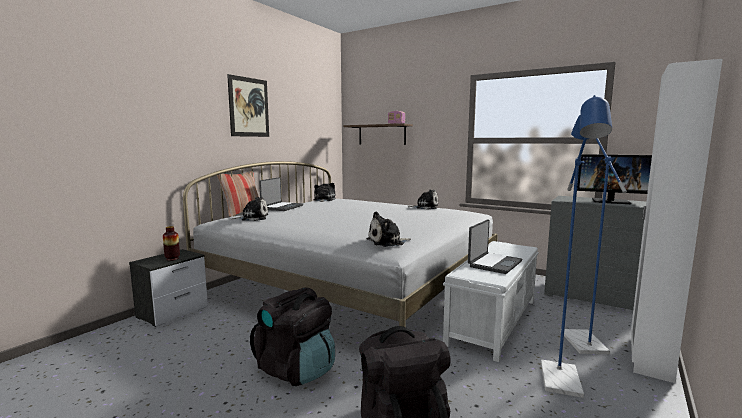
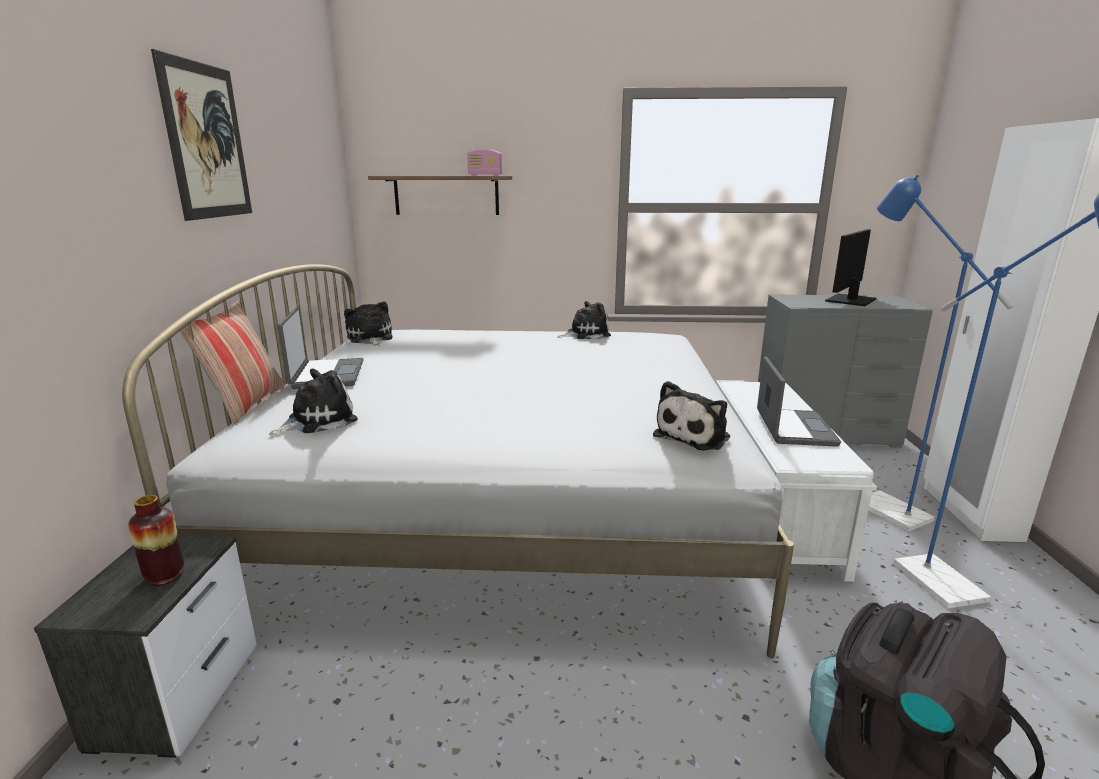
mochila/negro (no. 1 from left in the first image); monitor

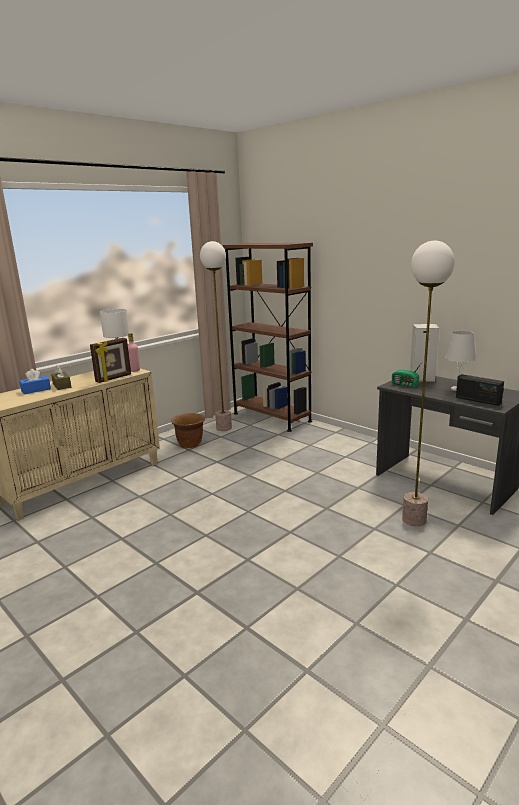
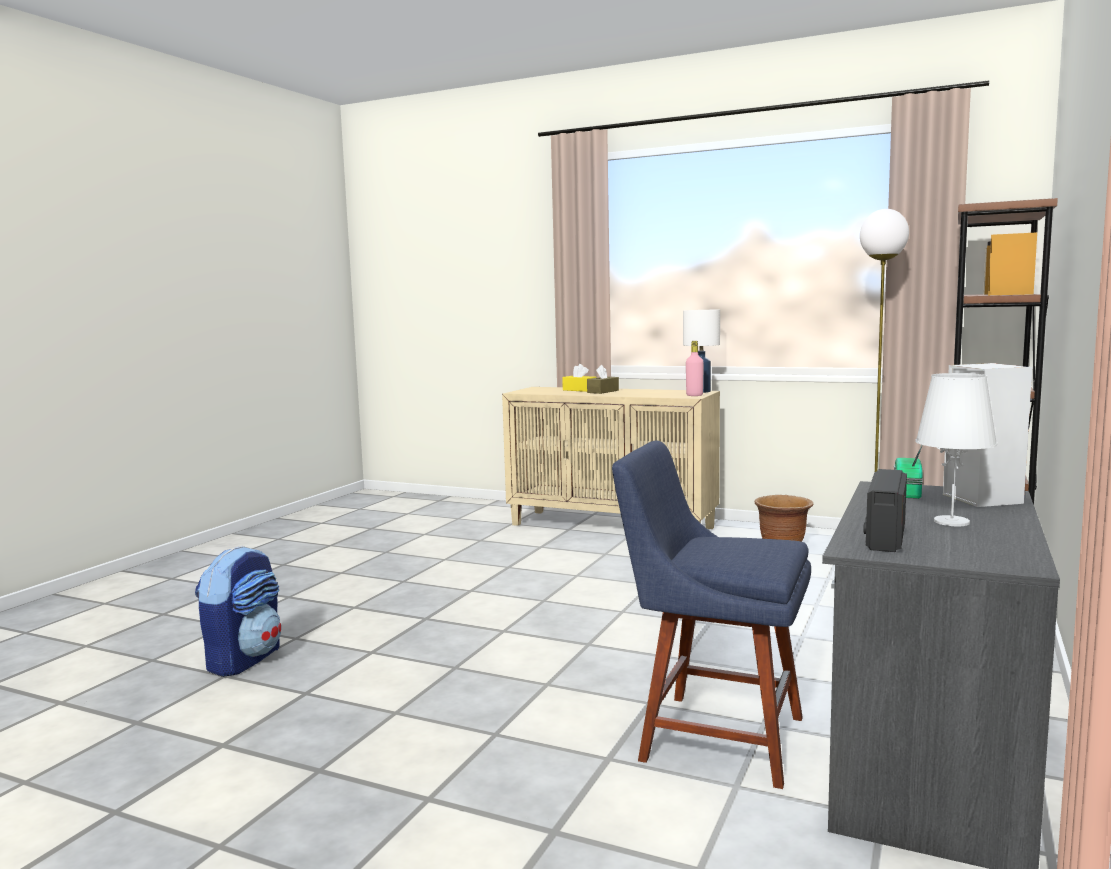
portarretratos; mochila; silla/azul; caja de pañuelos/amarillo

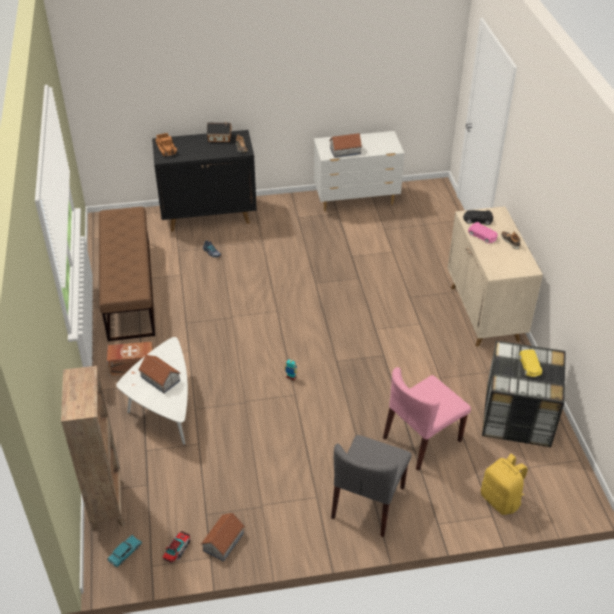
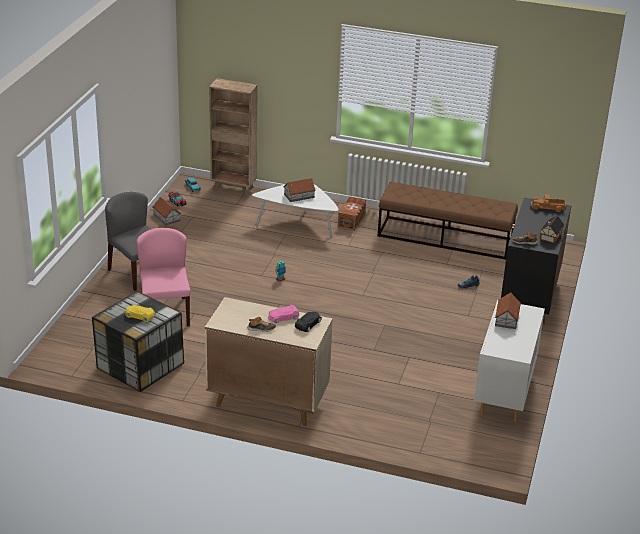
mochila/amarillo

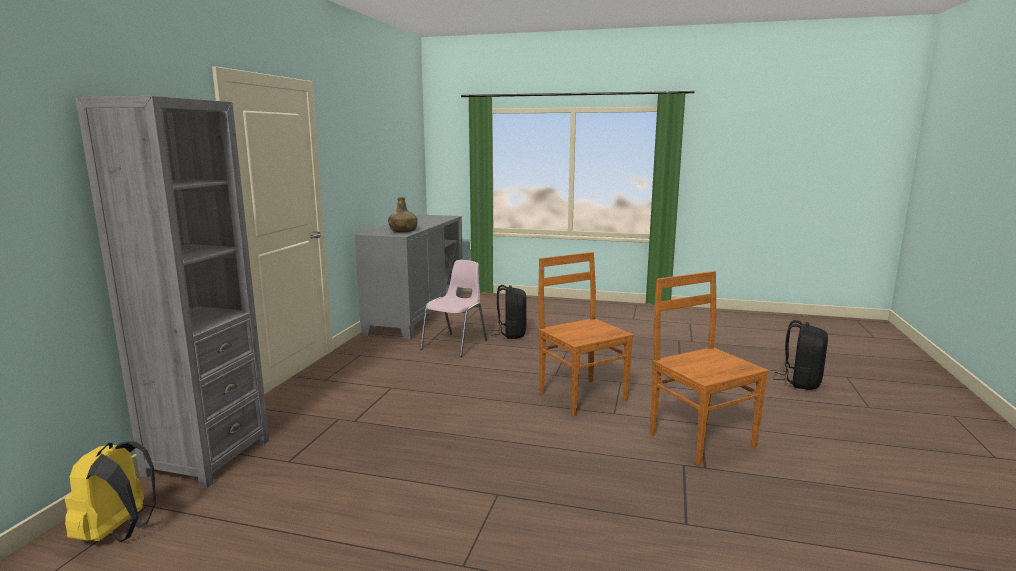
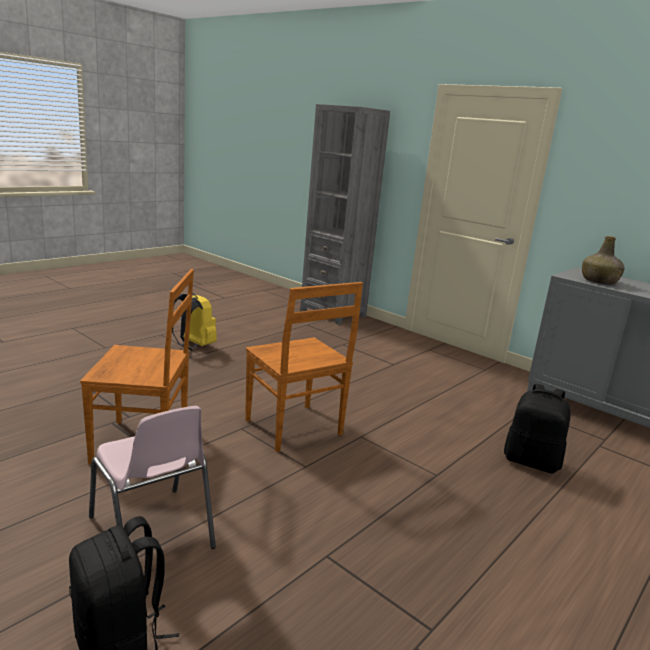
mochila/amarillo; silla/rosa; silla/marrón (no. 2 from left)

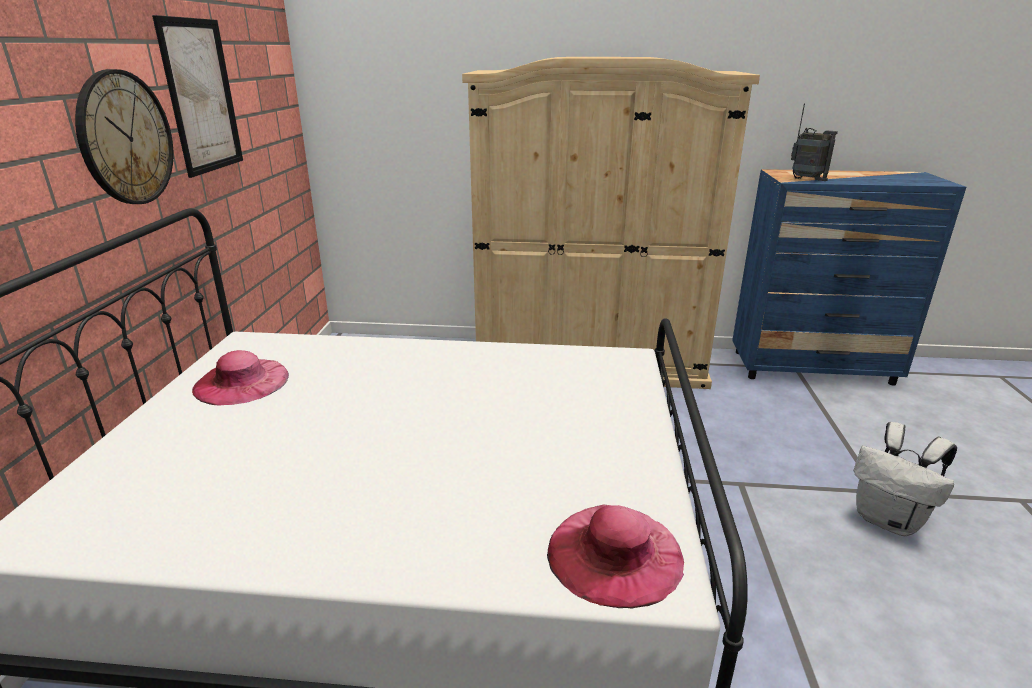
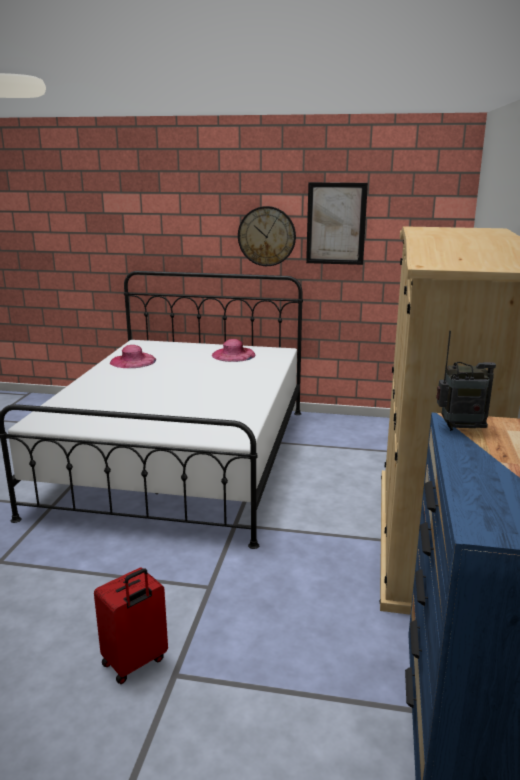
sombrero/rosa (no. 1 from left); maleta/rojo; radio

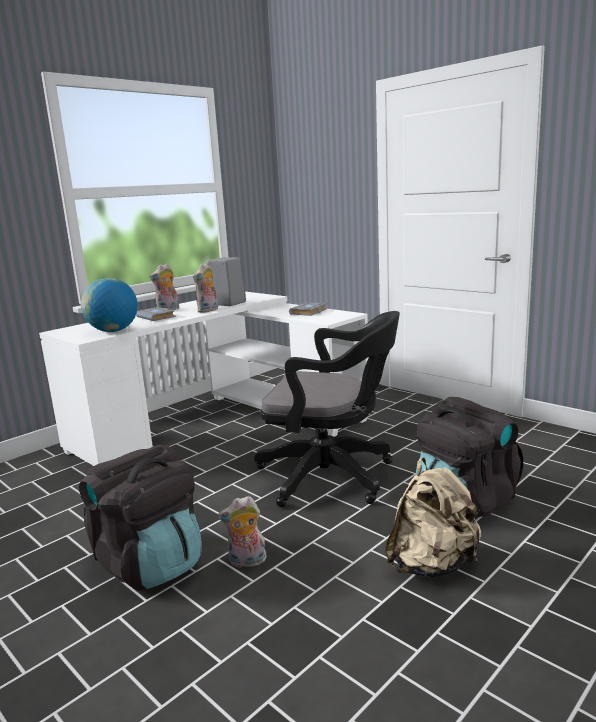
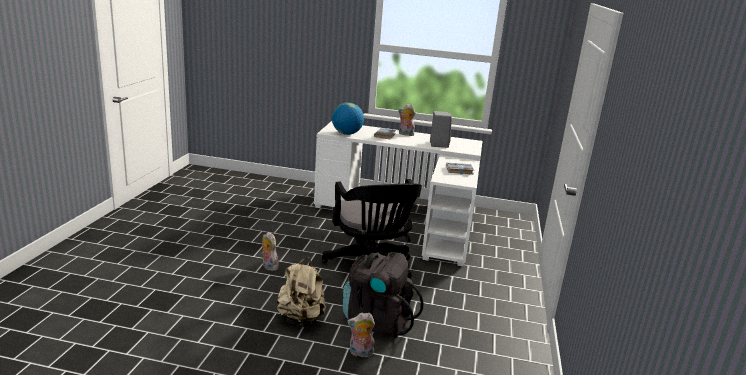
mochila/negro (no. 1 from left in the first image); peluche (no. 2 from left)

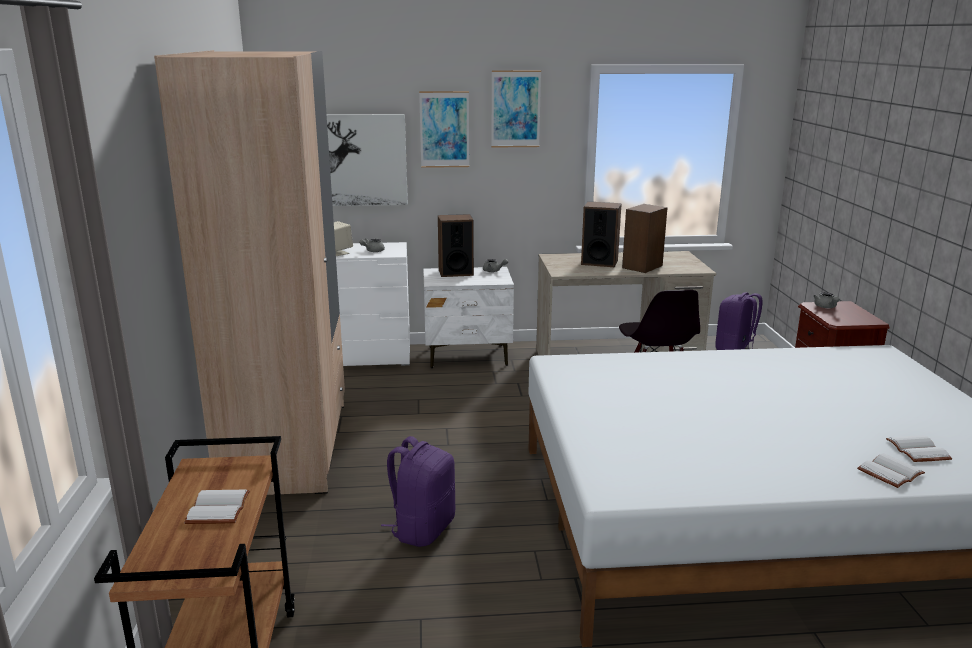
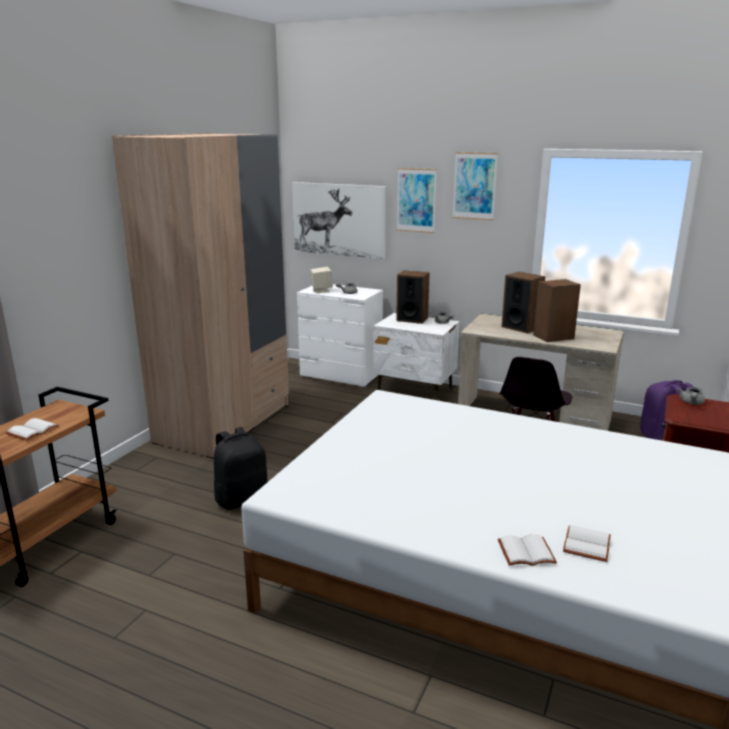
mochila/negro

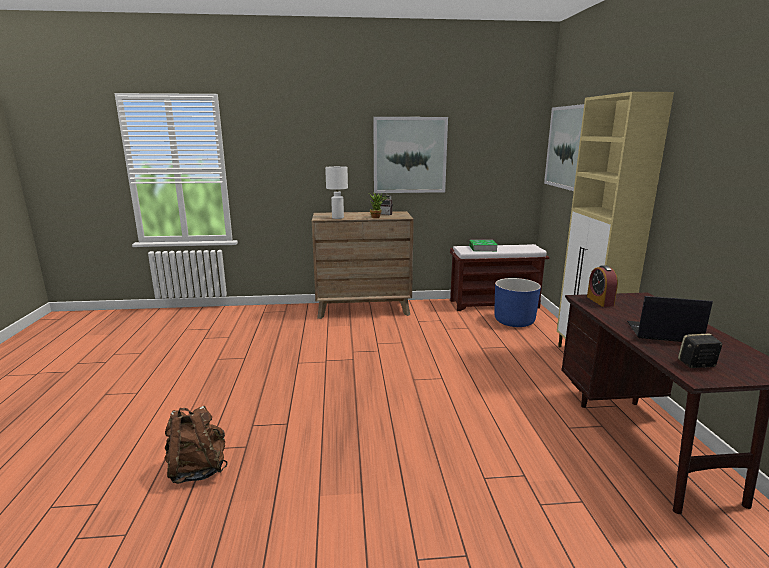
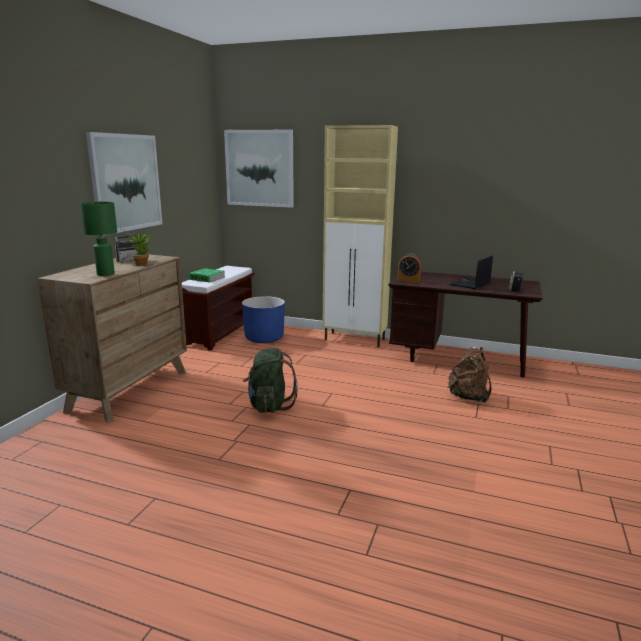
mochila/verde; mochila/marrón; lámpara de mesa/verde

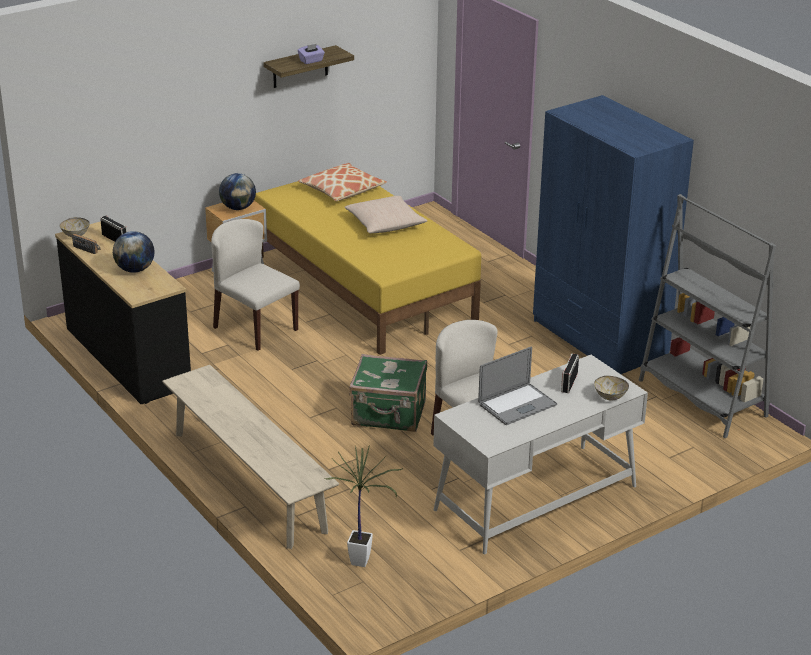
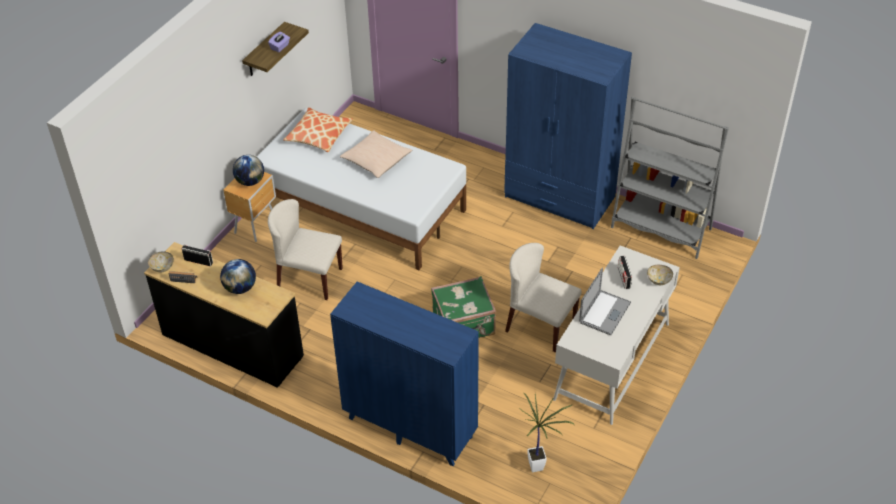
armario/azul; cama/blanco

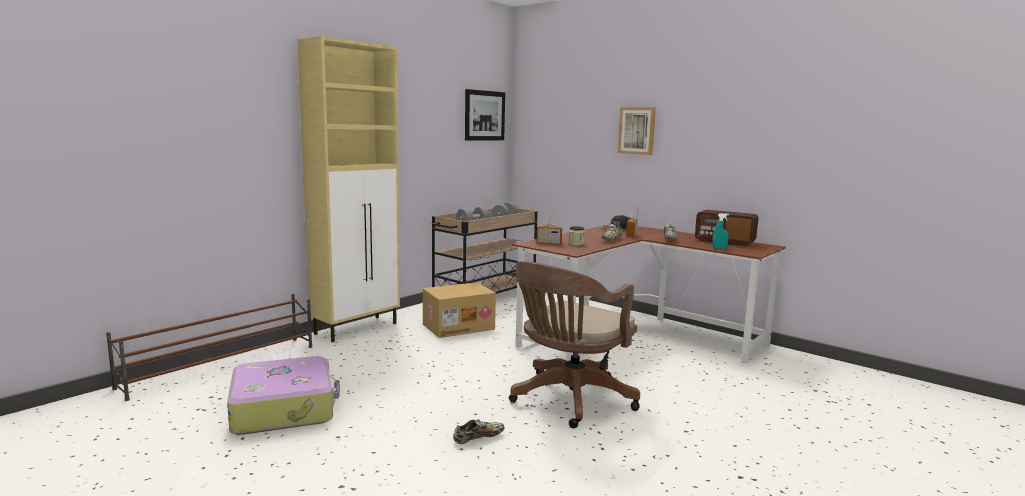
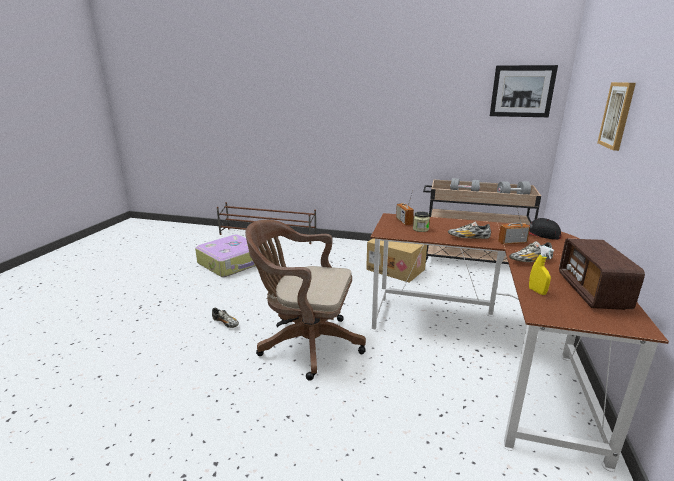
armario/beis; pulverizador/amarillo

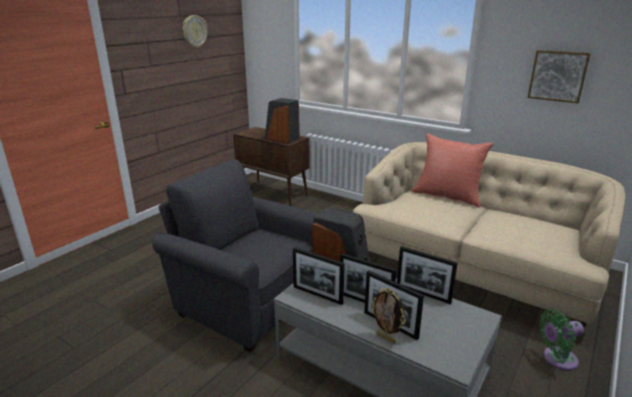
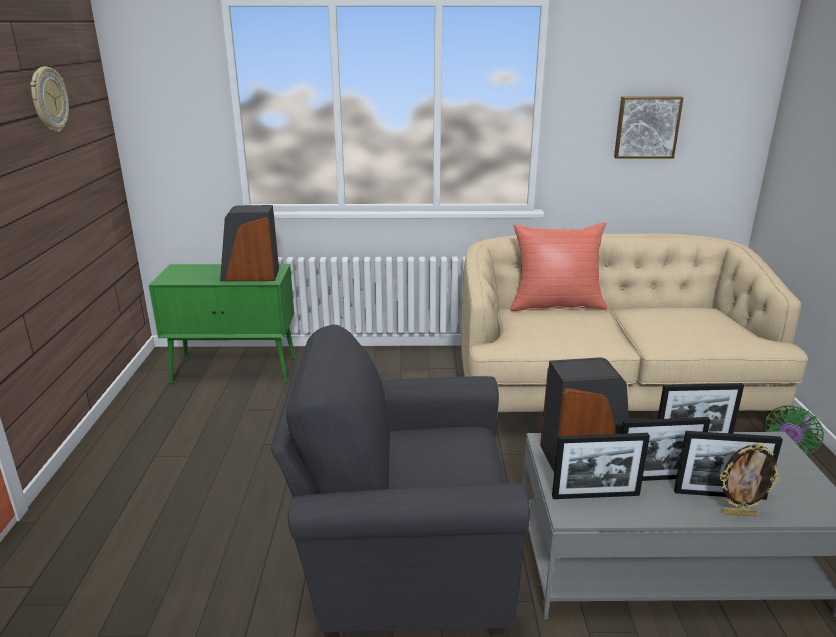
armario/verde

